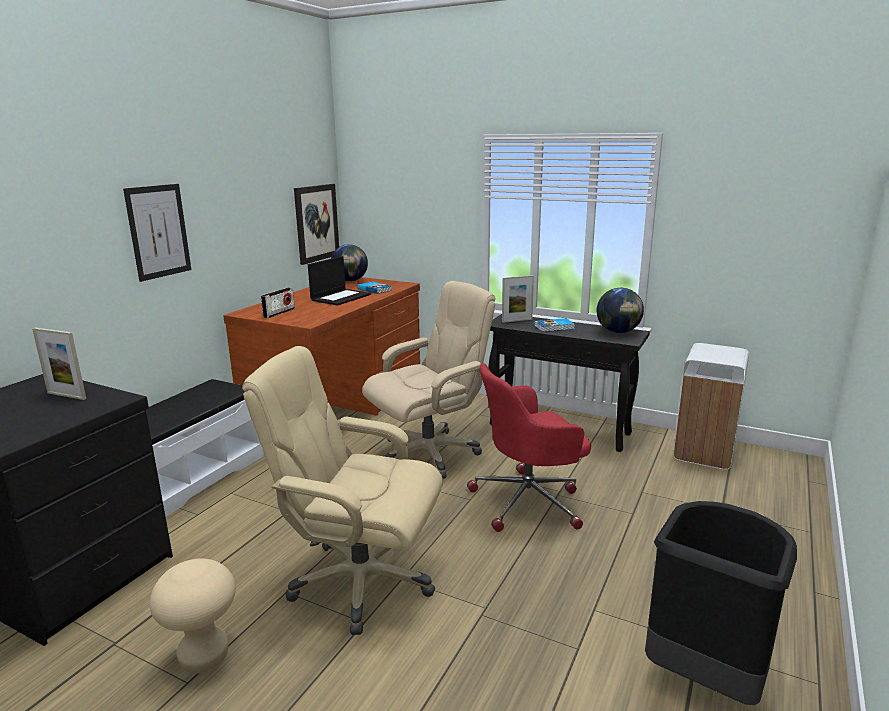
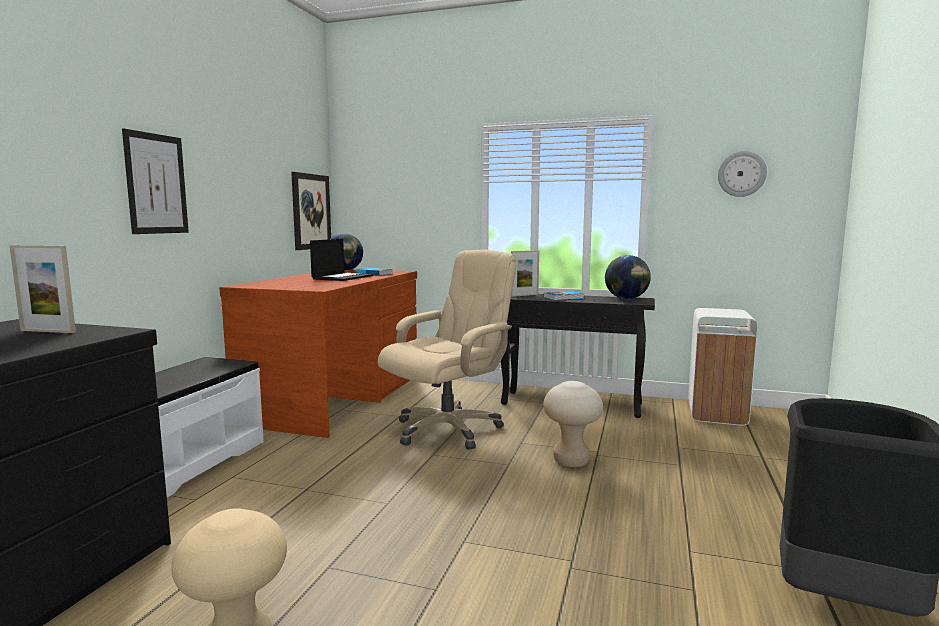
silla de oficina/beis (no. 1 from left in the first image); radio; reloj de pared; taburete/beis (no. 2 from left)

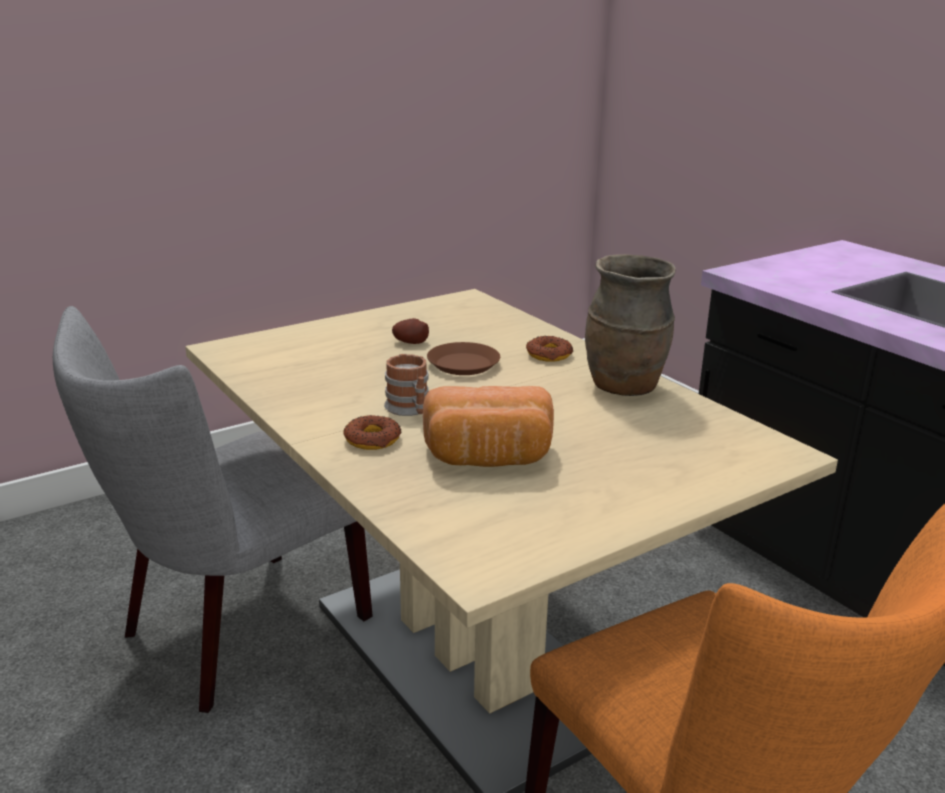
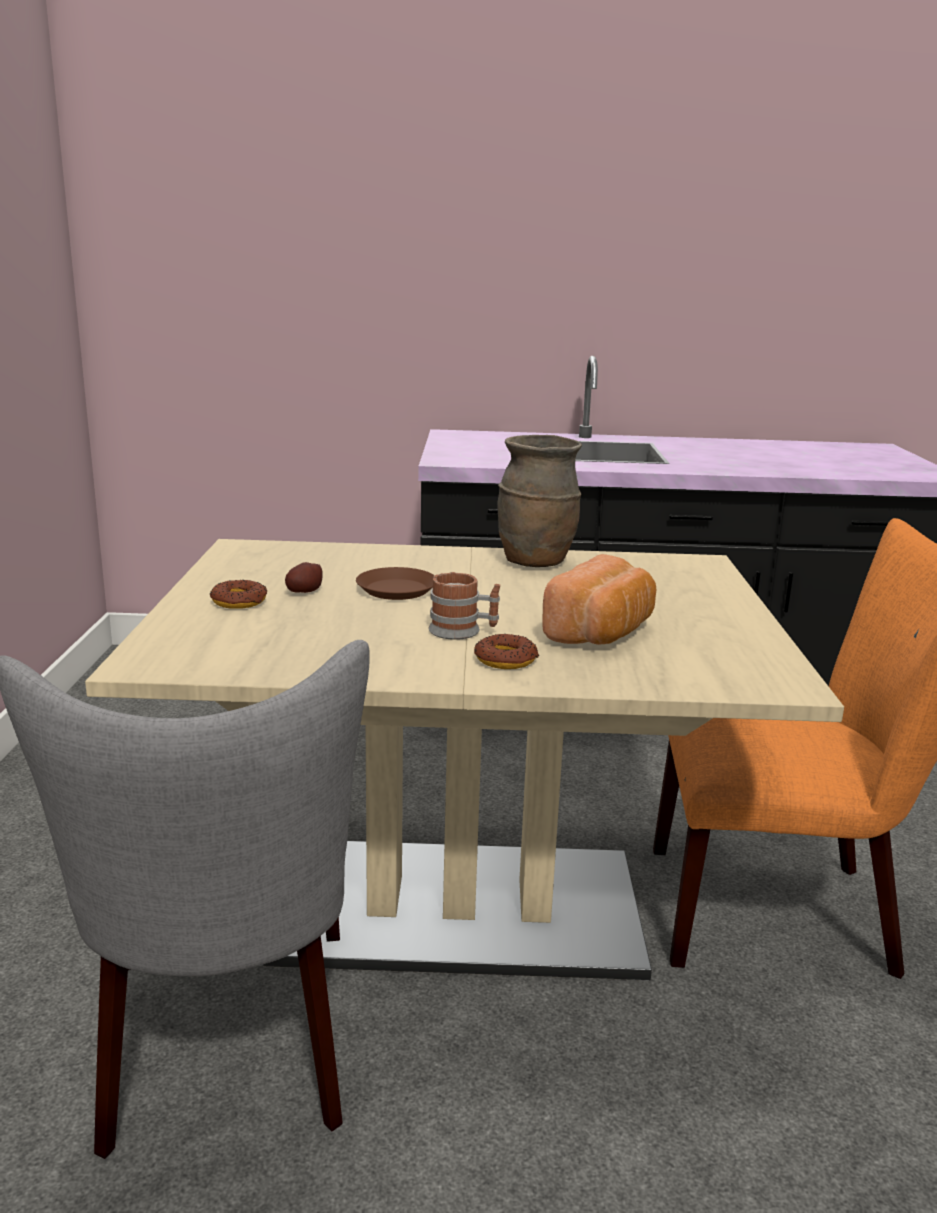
rosquilla (no. 1 from left)

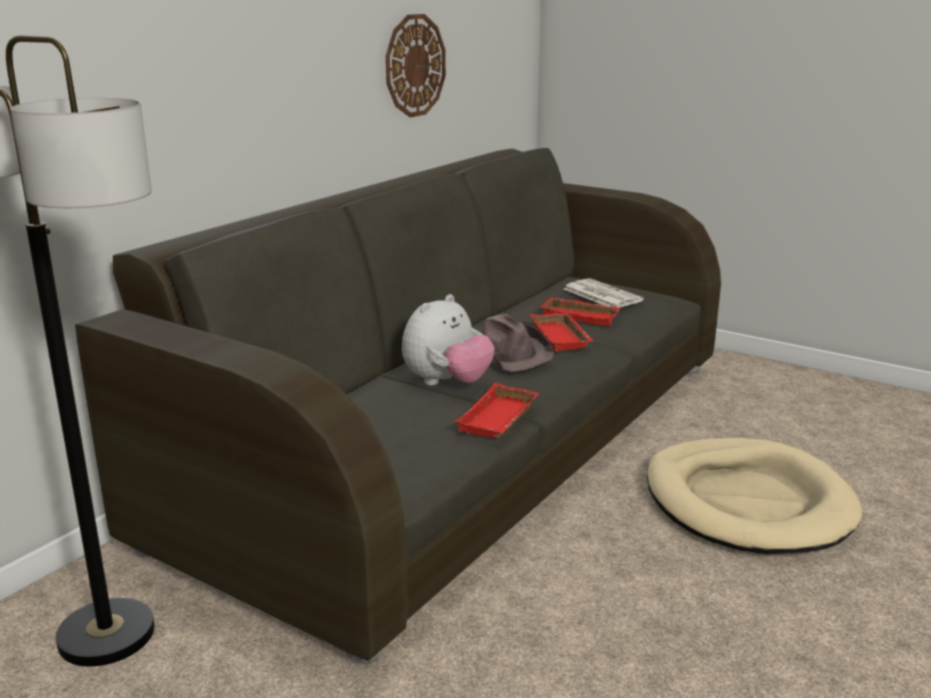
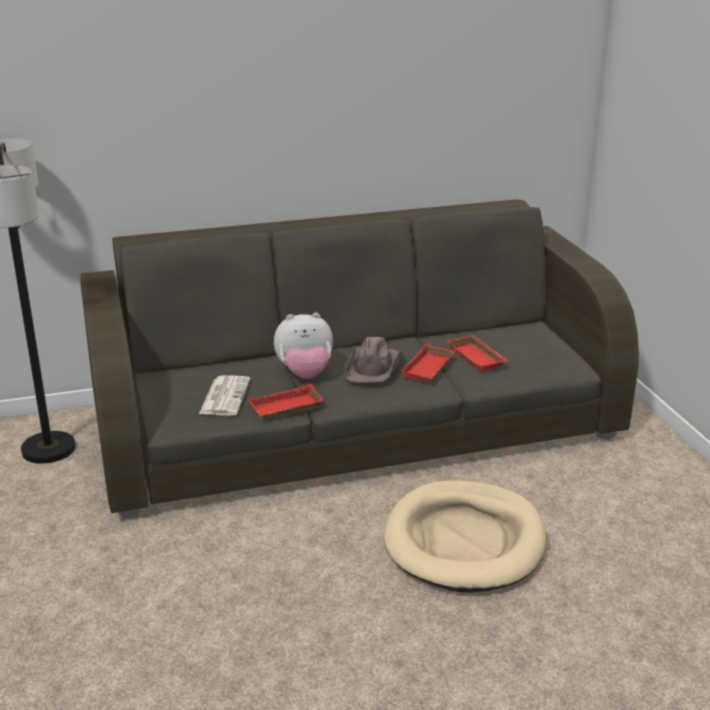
reloj de pared; periódico

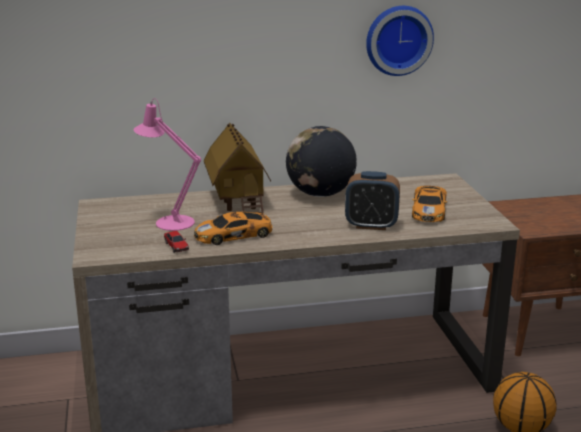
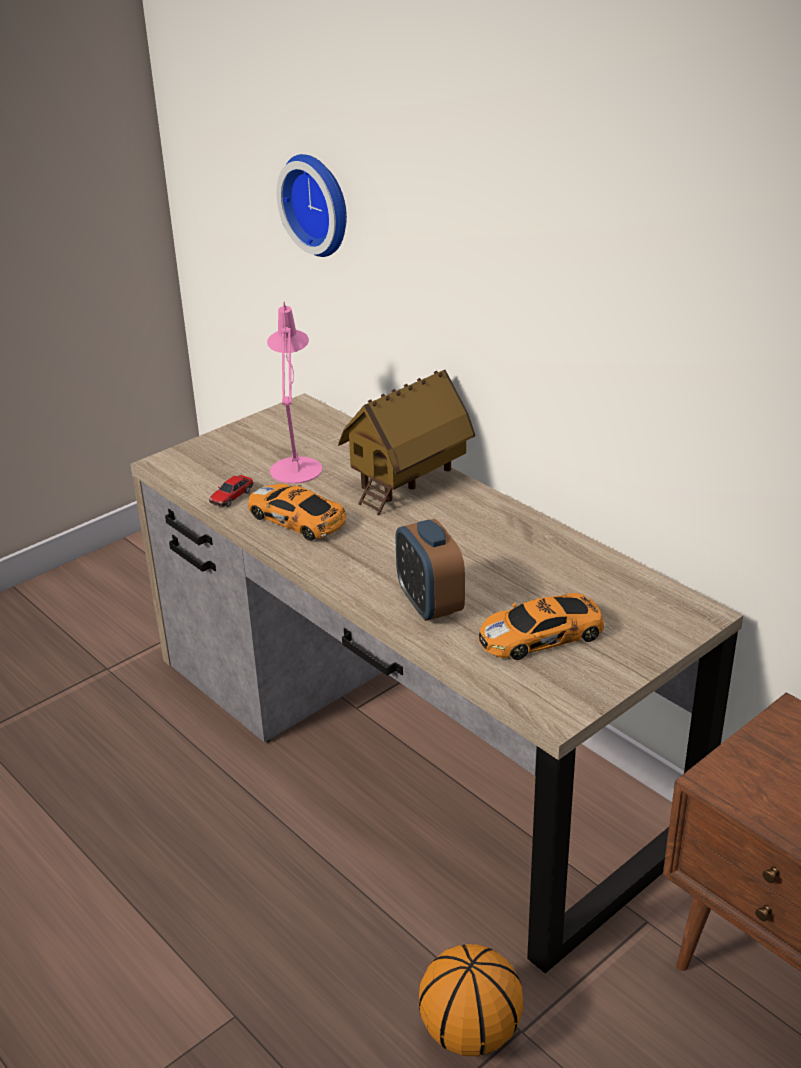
globo terráqueo; reloj de pared

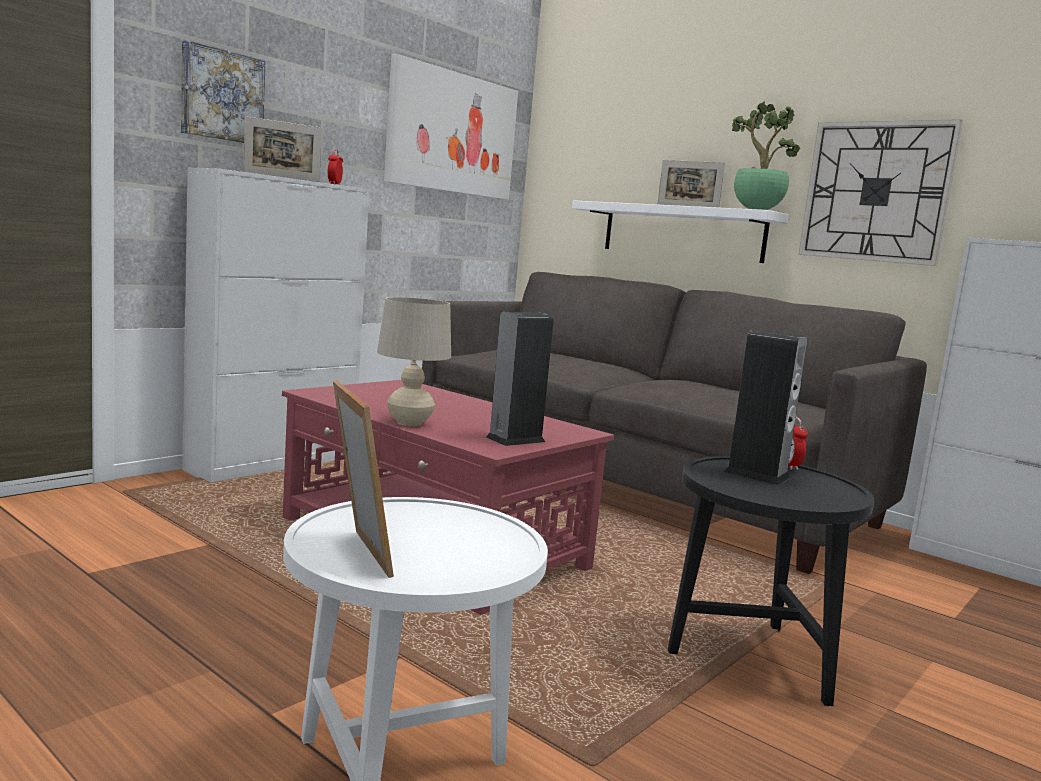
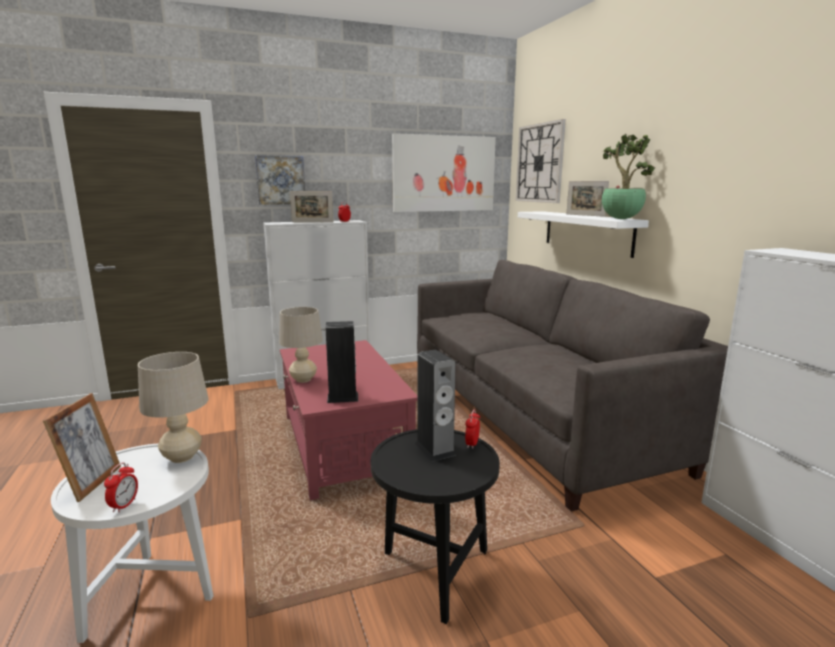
despertador (no. 1 from left); lámpara de mesa/beis (no. 1 from left); reloj de pared

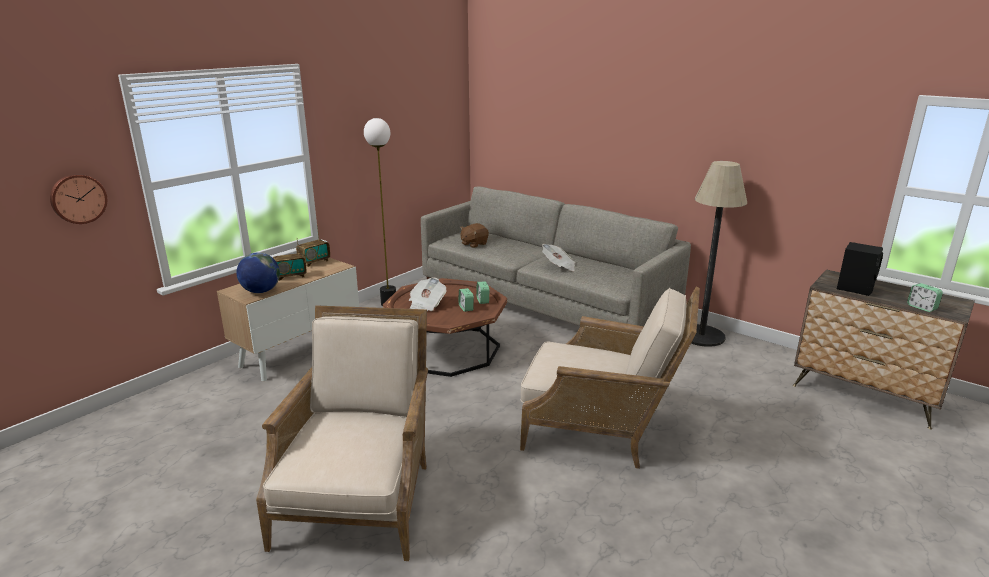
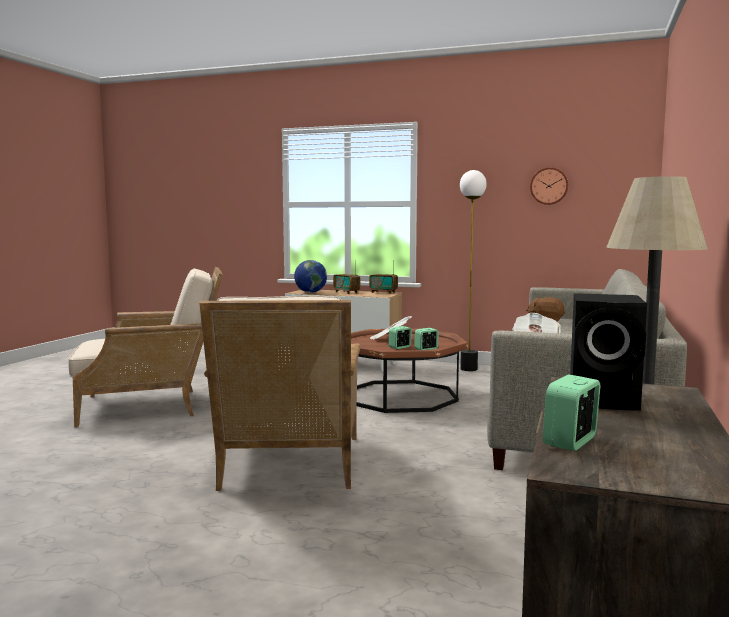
reloj de pared

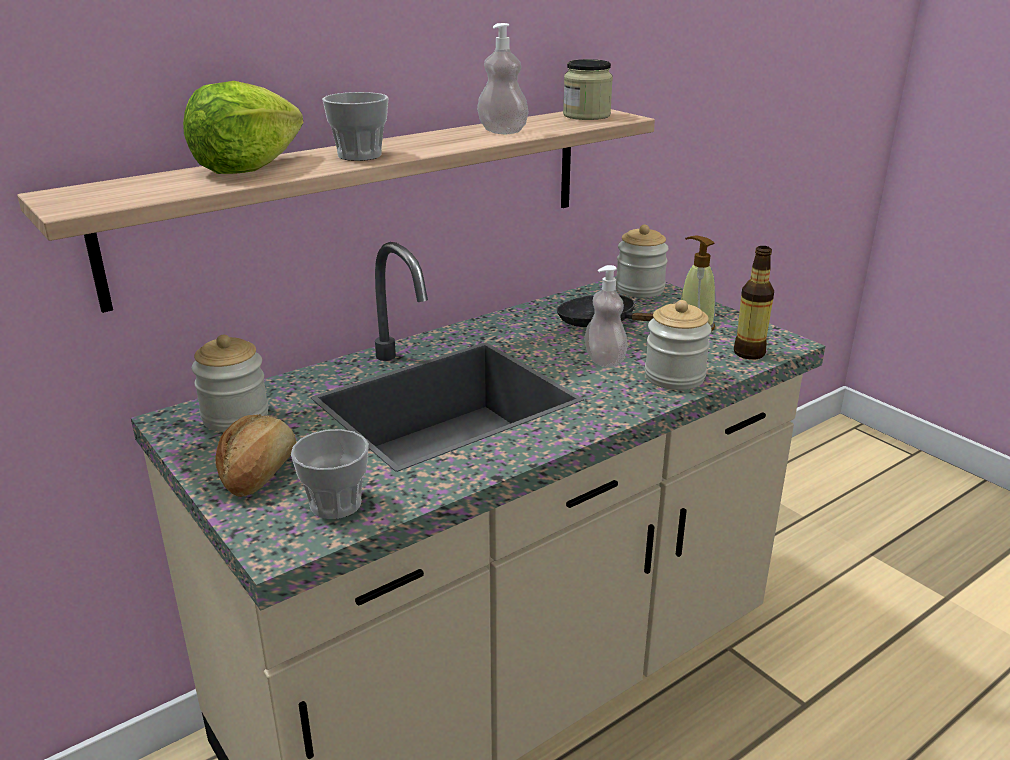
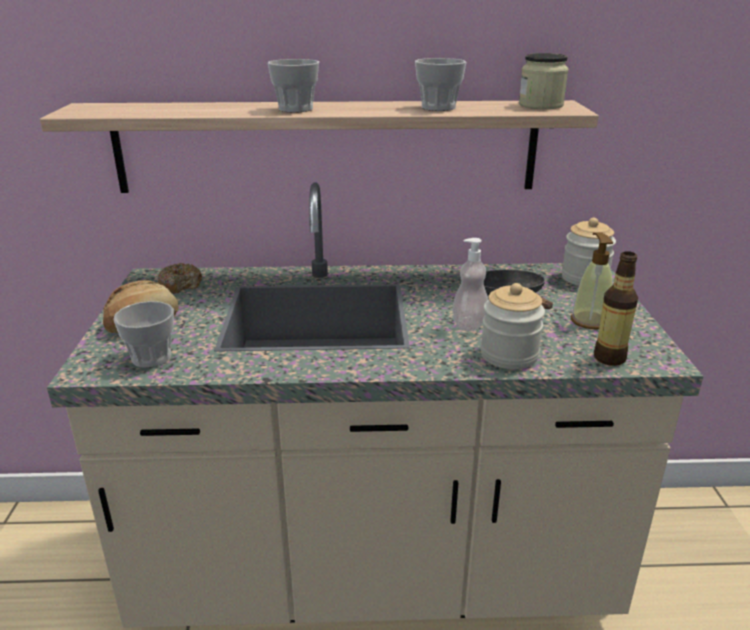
lechuga; rosquilla; taza (no. 3 from left)

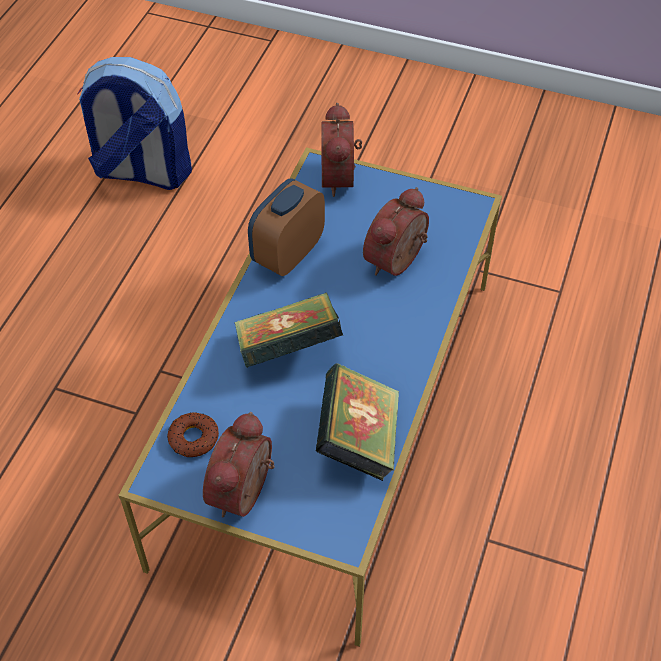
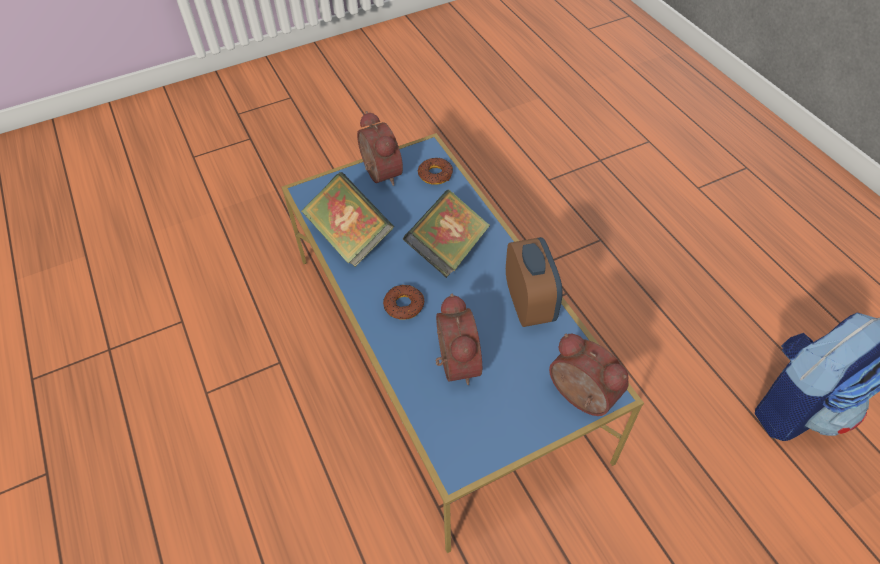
rosquilla (no. 1 from left)

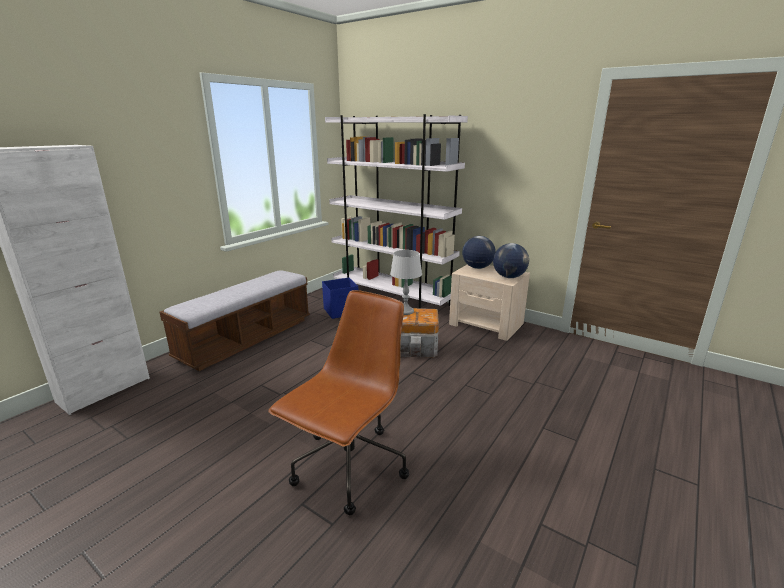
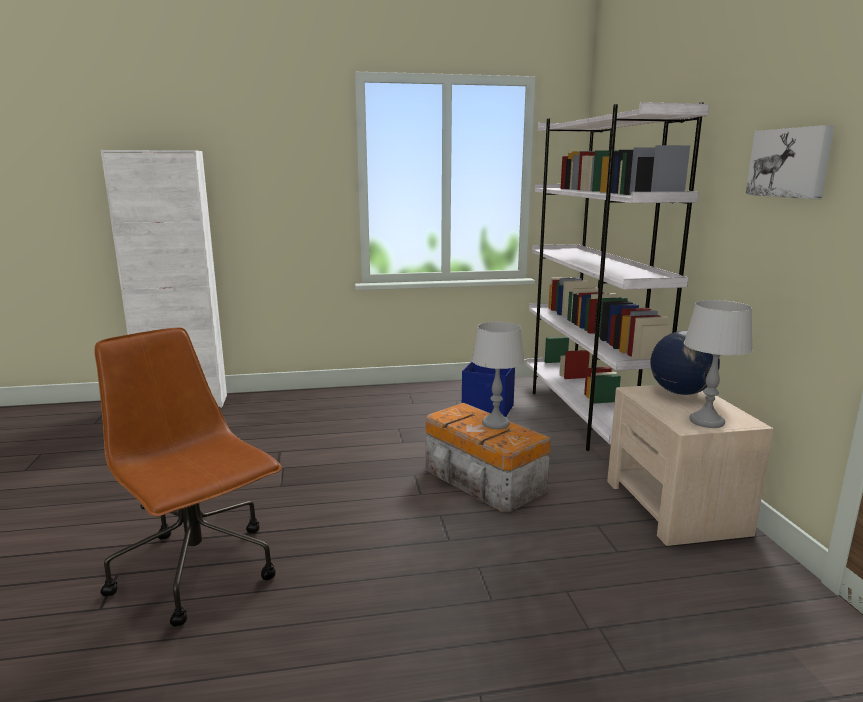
banco; cuadro; lámpara de mesa/gris (no. 2 from left); silla de oficina/marrón

